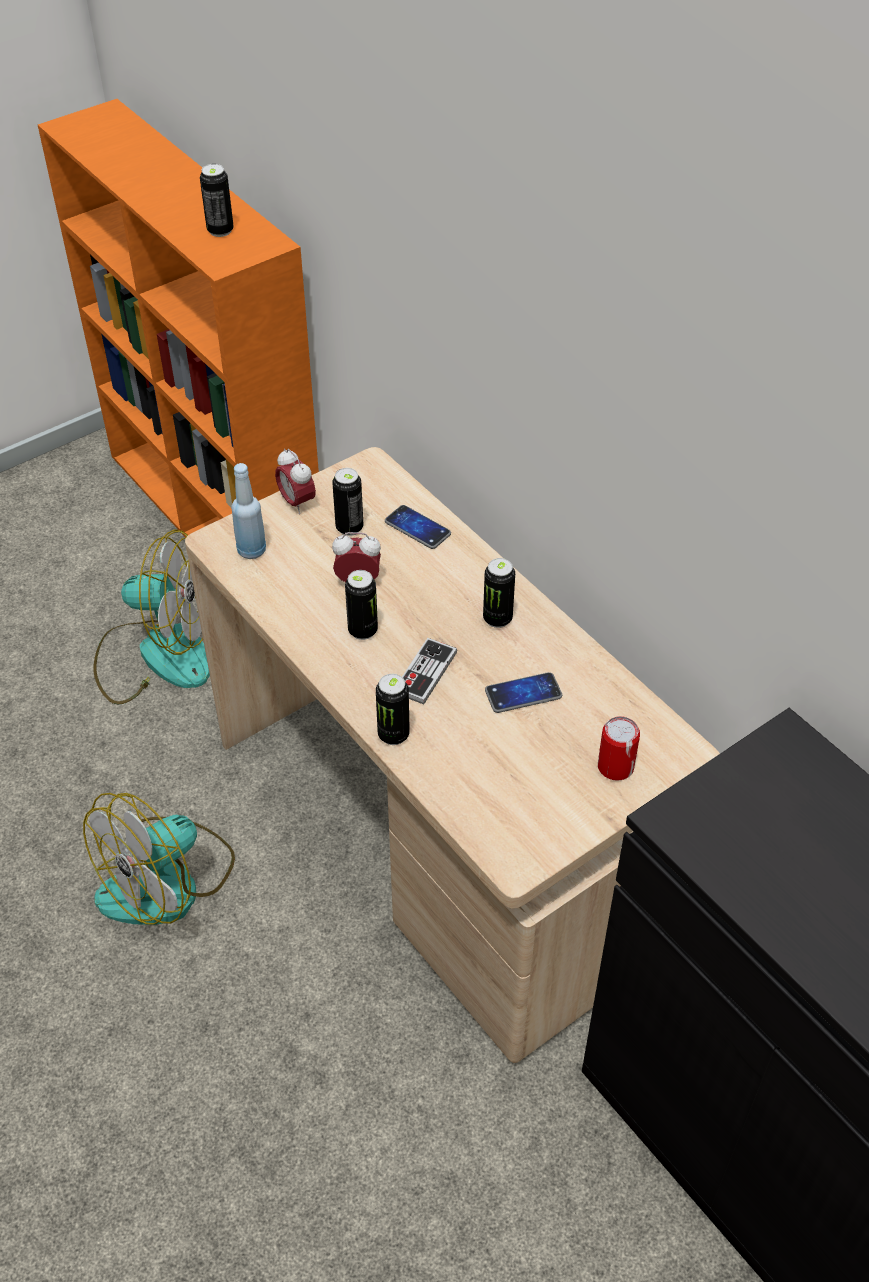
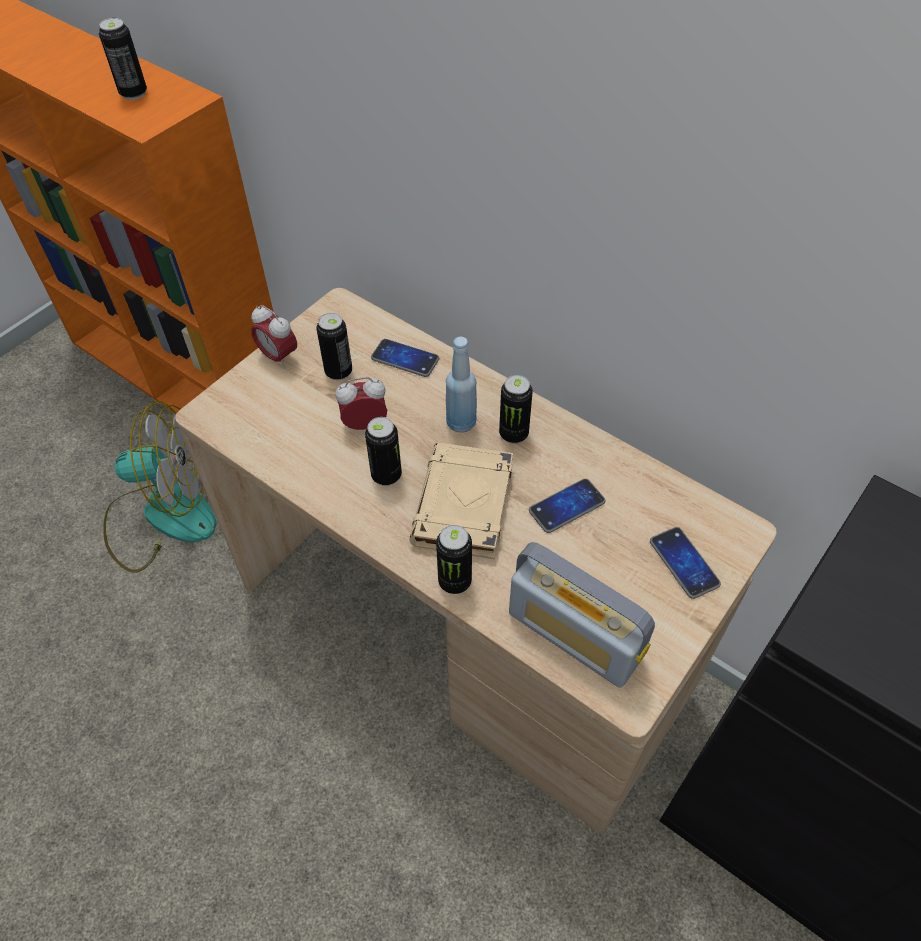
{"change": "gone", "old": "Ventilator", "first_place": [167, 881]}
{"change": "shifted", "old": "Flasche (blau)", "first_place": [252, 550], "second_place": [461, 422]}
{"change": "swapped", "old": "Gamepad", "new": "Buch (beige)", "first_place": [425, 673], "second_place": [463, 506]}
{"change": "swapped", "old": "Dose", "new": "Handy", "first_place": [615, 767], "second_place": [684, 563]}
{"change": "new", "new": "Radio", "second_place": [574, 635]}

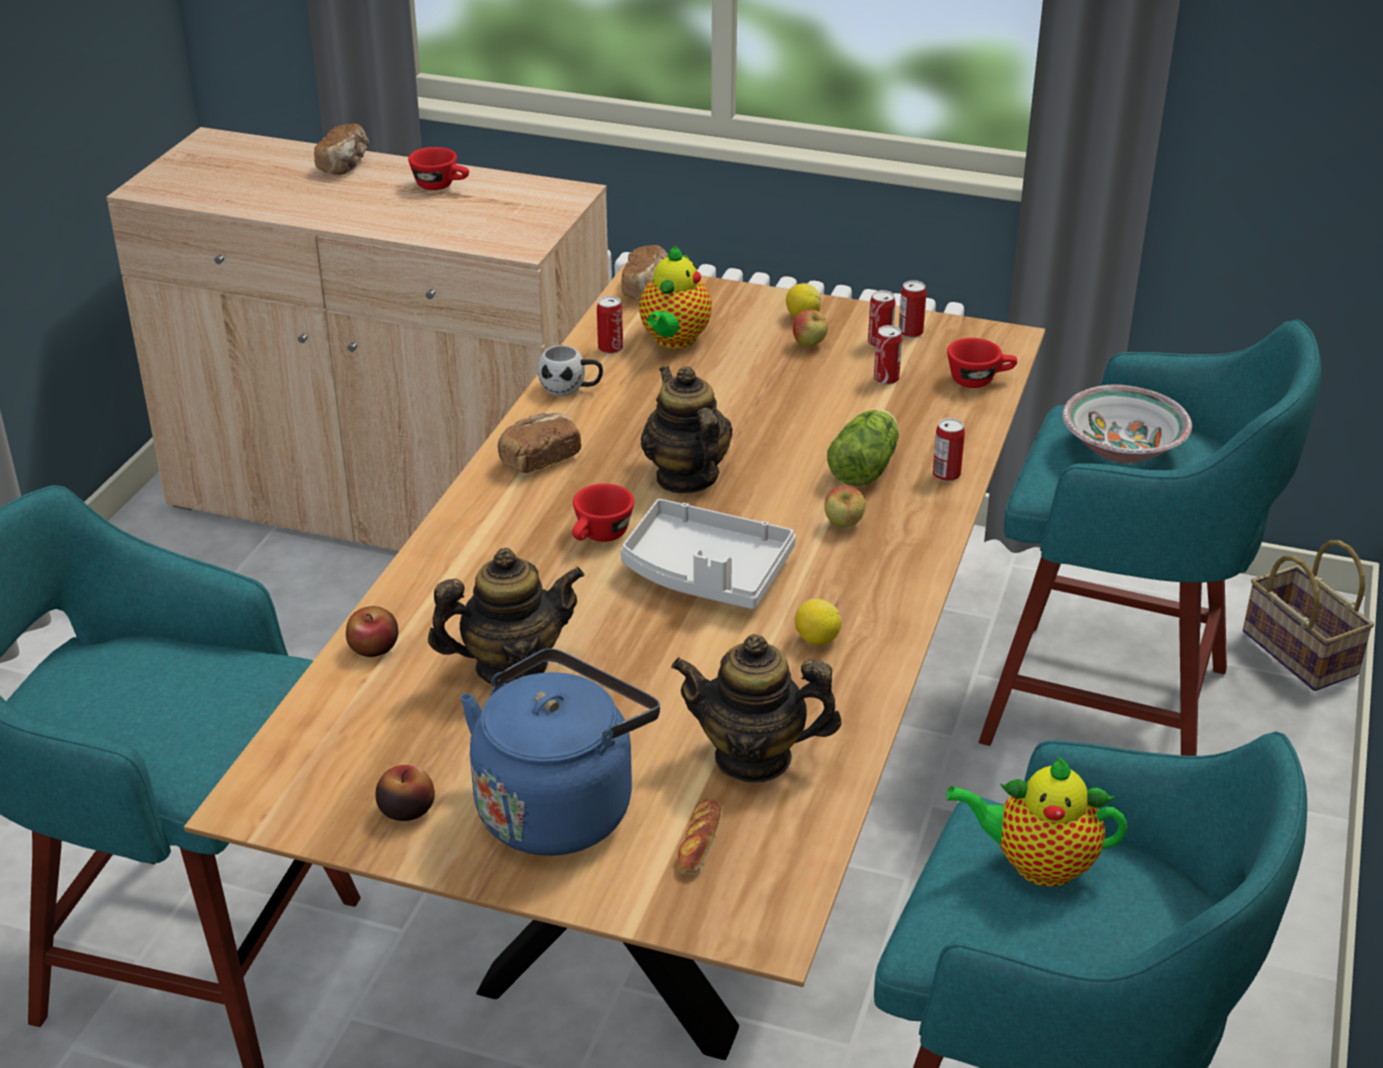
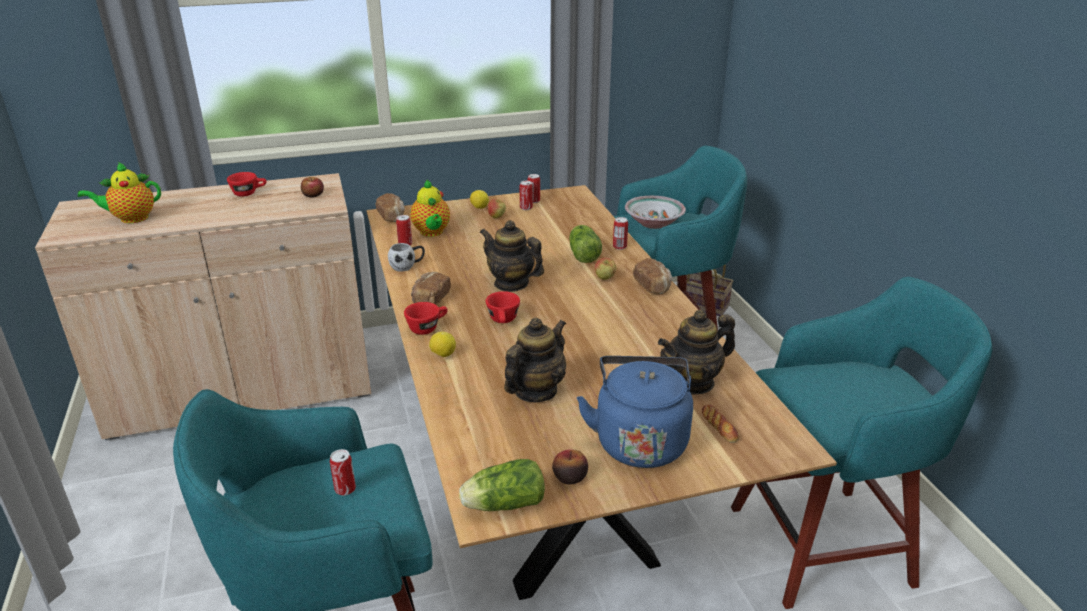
{"change": "shifted", "old": "Brot", "first_place": [345, 164], "second_place": [652, 286]}
{"change": "shifted", "old": "Apfel", "first_place": [374, 647], "second_place": [313, 195]}
{"change": "gone", "old": "Tablett (grau)", "first_place": [705, 573]}
{"change": "shifted", "old": "Zitrone", "first_place": [816, 639], "second_place": [443, 355]}
{"change": "shifted", "old": "Dose", "first_place": [886, 379], "second_place": [345, 489]}
{"change": "shifted", "old": "Teekanne", "first_place": [1037, 864], "second_place": [131, 218]}
{"change": "shifted", "old": "Tasse (rot)", "first_place": [979, 380], "second_place": [427, 327]}
{"change": "new", "new": "Salatkopf", "second_place": [502, 504]}

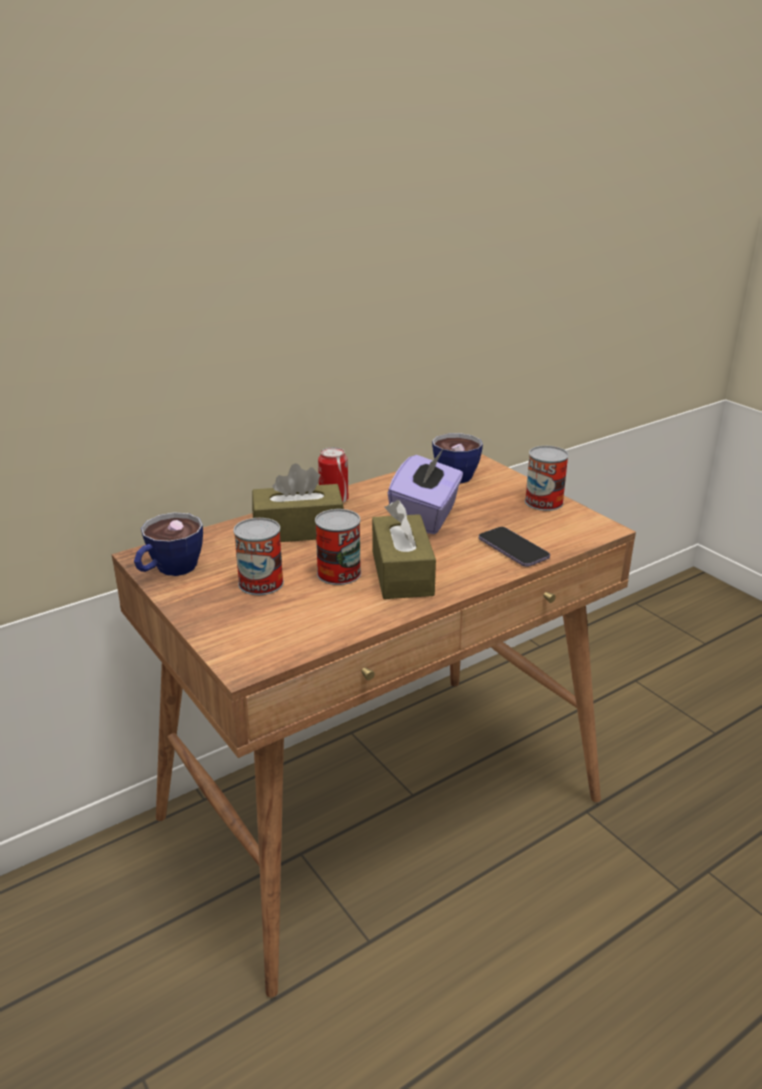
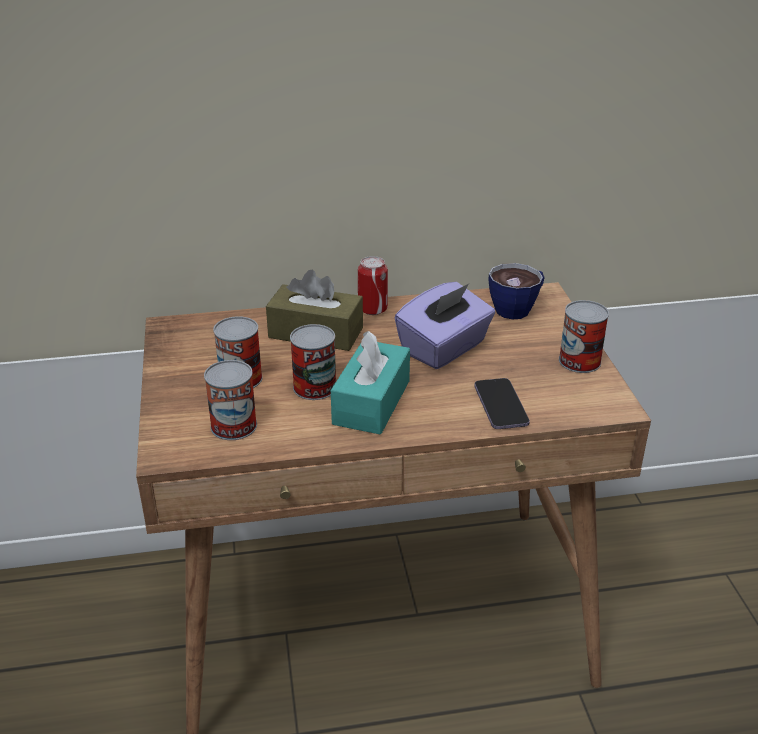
{"change": "gone", "old": "Tasse", "first_place": [169, 570]}
{"change": "repainted", "old": "Taschentuchbox (braun)", "new": "Taschentuchbox (türkis)", "first_place": [402, 573], "second_place": [371, 402]}
{"change": "new", "new": "Dose", "second_place": [234, 426]}

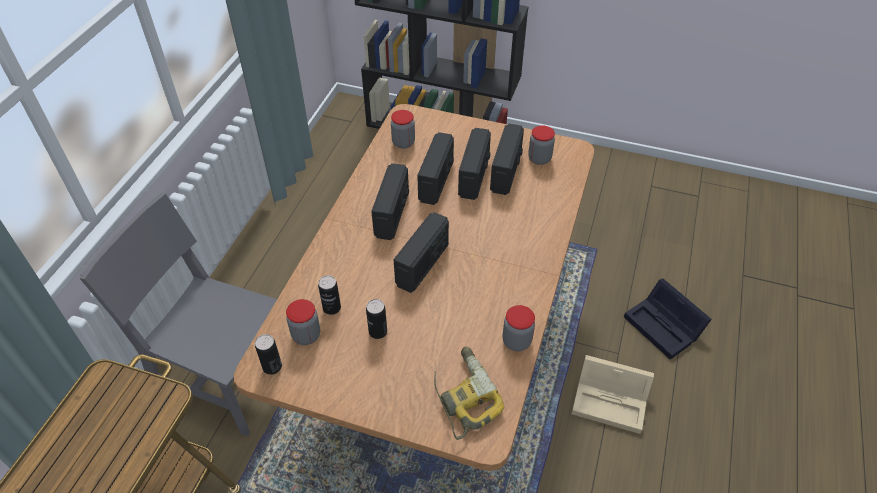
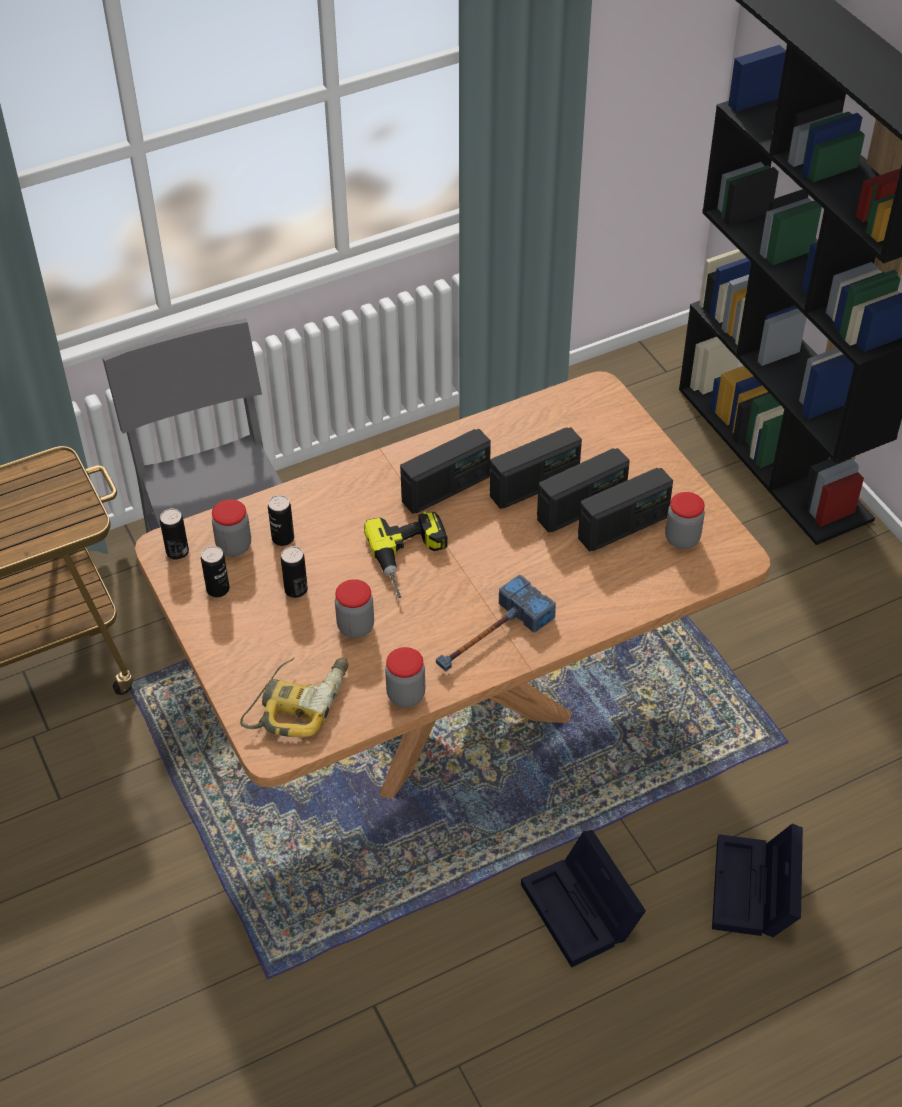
{"change": "shifted", "old": "Vorratsglas", "first_place": [403, 143], "second_place": [355, 627]}
{"change": "swapped", "old": "Radio", "new": "Bohrmaschine", "first_place": [423, 265], "second_place": [412, 560]}
{"change": "repainted", "old": "Aufbewahrungsbox (beige)", "new": "Aufbewahrungsbox (schwarz)", "first_place": [612, 401], "second_place": [583, 911]}
{"change": "new", "new": "Dose", "second_place": [218, 589]}
{"change": "new", "new": "Hammer", "second_place": [490, 637]}

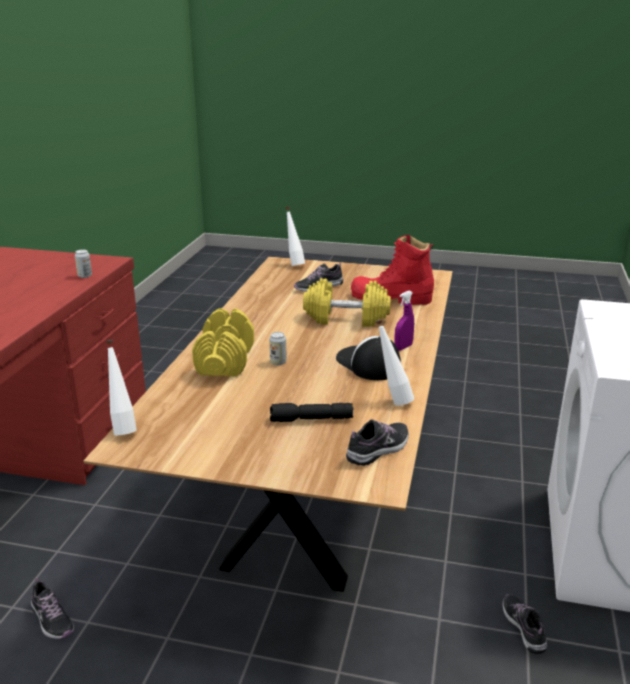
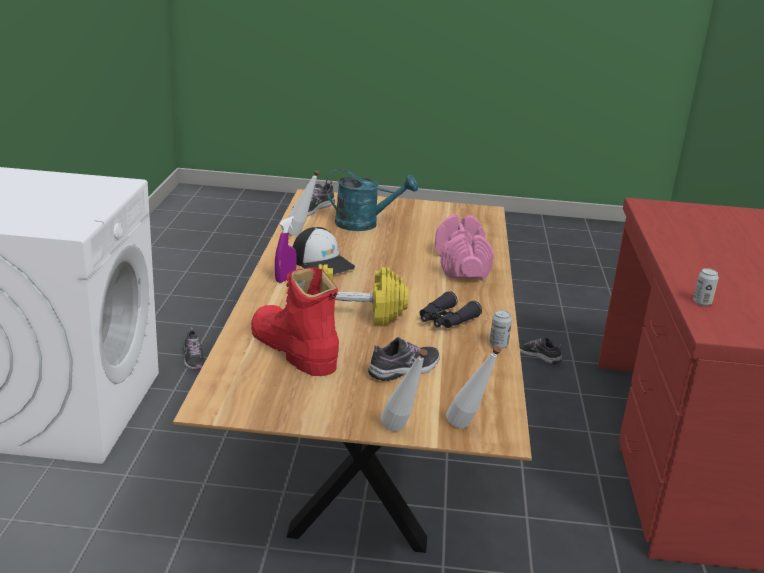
{"change": "shifted", "old": "Flasche (weiß)", "first_place": [123, 429], "second_place": [401, 432]}
{"change": "repainted", "old": "Hantel (gelb)", "new": "Hantel (rosa)", "first_place": [225, 361], "second_place": [461, 265]}
{"change": "shifted", "old": "Dose", "first_place": [278, 362], "second_place": [498, 345]}
{"change": "swapped", "old": "Taschenlampe (schwarz)", "new": "Gießkanne (türkis)", "first_place": [310, 420], "second_place": [364, 224]}
{"change": "rotated", "old": "Stiefel (rot)", "first_place": [391, 298], "second_place": [293, 349], "degrees": -135}
{"change": "new", "new": "Fernglas (schwarz)", "second_place": [445, 320]}

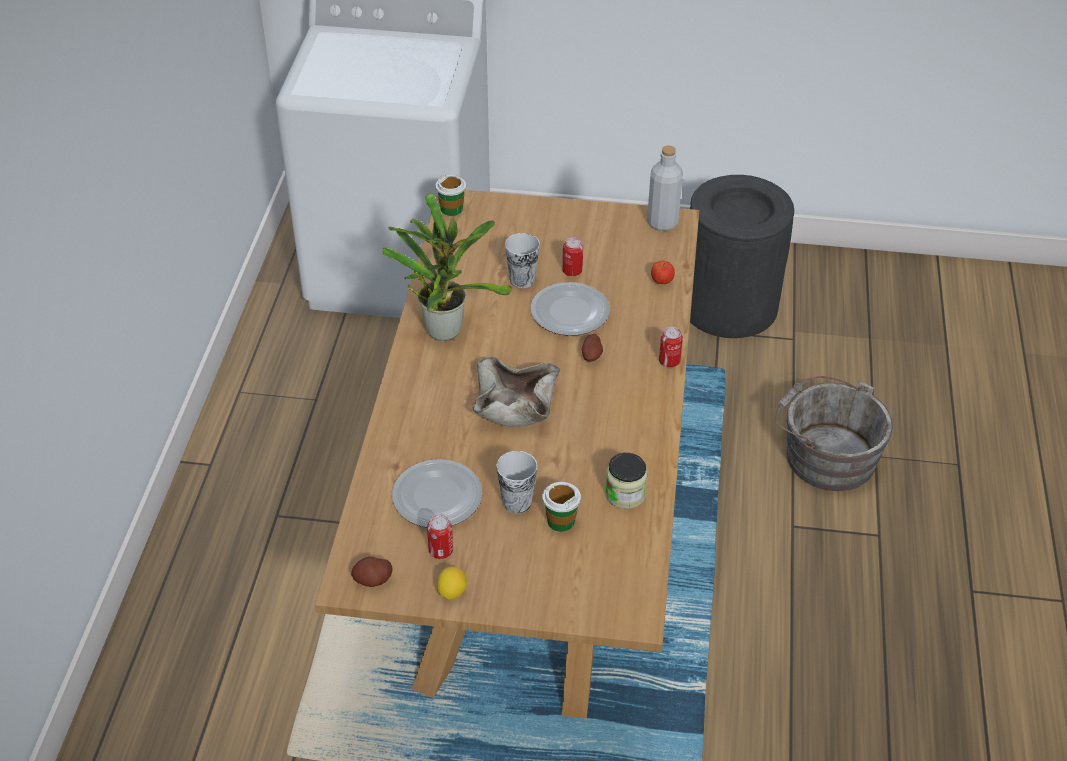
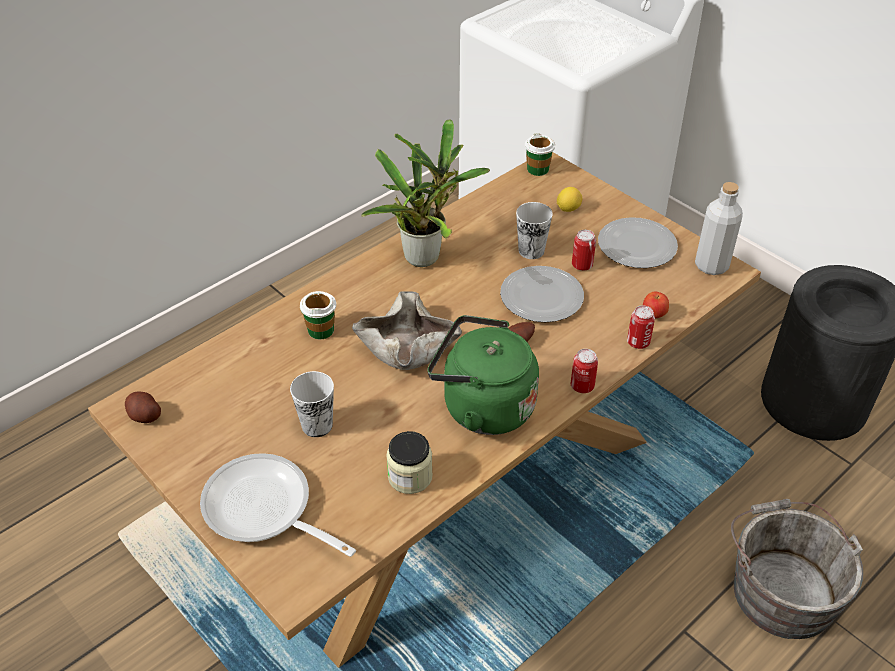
{"change": "shifted", "old": "Teller", "first_place": [438, 496], "second_place": [638, 246]}
{"change": "shifted", "old": "Dose", "first_place": [441, 551], "second_place": [638, 342]}
{"change": "shifted", "old": "Zitrone", "first_place": [452, 592], "second_place": [568, 209]}
{"change": "shifted", "old": "Tasse", "first_place": [560, 521], "second_place": [321, 330]}
{"change": "new", "new": "Pfanne", "second_place": [264, 510]}
{"change": "new", "new": "Wasserkessel (grün)", "second_place": [482, 407]}

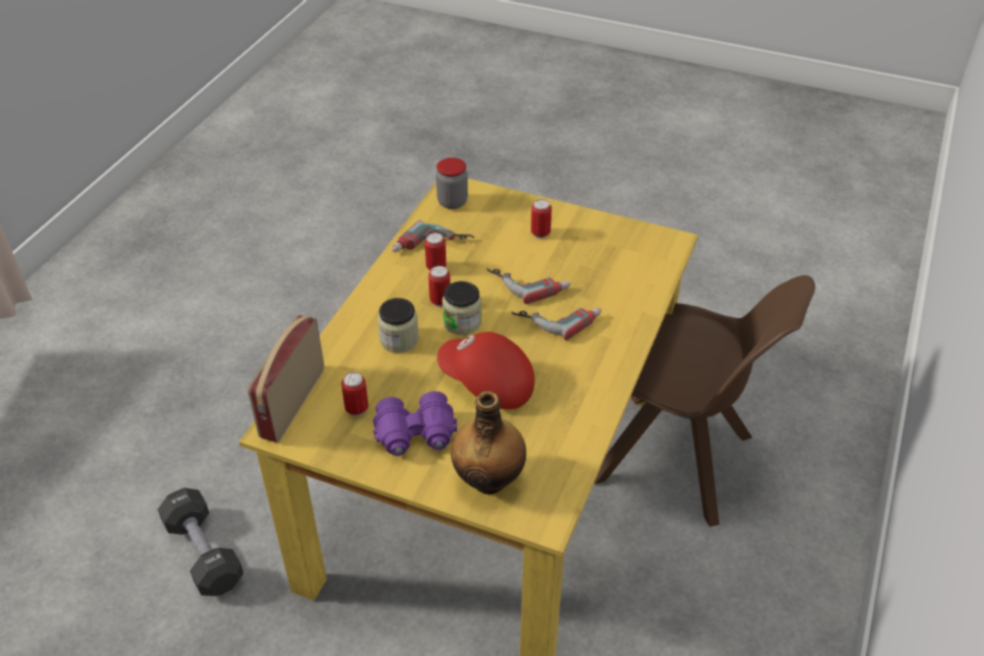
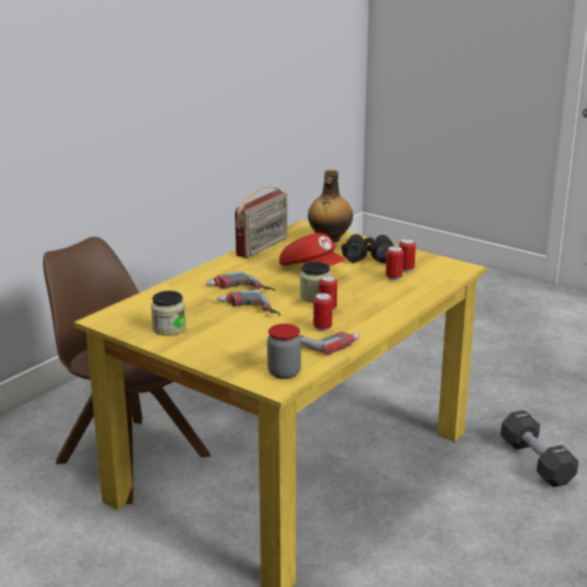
{"change": "shifted", "old": "Radio", "first_place": [291, 402], "second_place": [263, 247]}
{"change": "repainted", "old": "Fernglas (lila)", "new": "Fernglas (schwarz)", "first_place": [416, 436], "second_place": [368, 257]}
{"change": "shifted", "old": "Vorratsglas", "first_place": [399, 340], "second_place": [169, 328]}
{"change": "shifted", "old": "Dose", "first_place": [540, 233], "second_place": [393, 278]}

